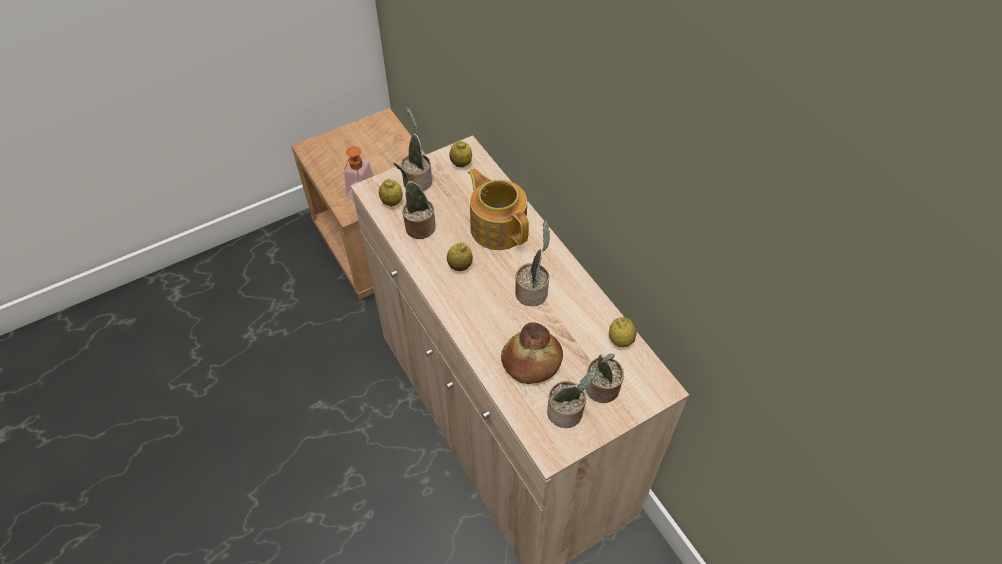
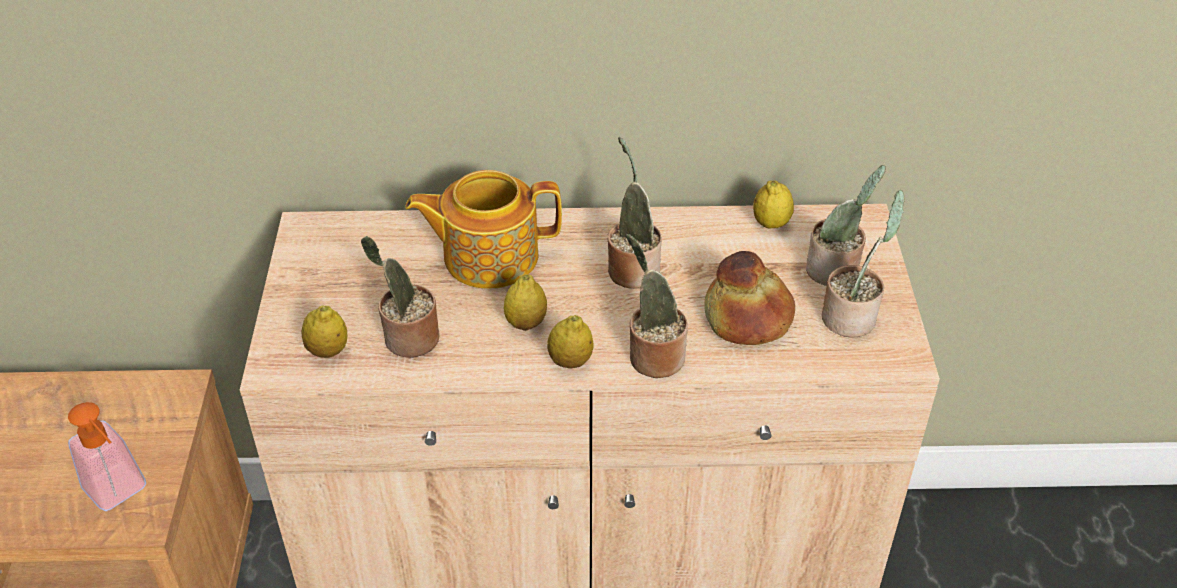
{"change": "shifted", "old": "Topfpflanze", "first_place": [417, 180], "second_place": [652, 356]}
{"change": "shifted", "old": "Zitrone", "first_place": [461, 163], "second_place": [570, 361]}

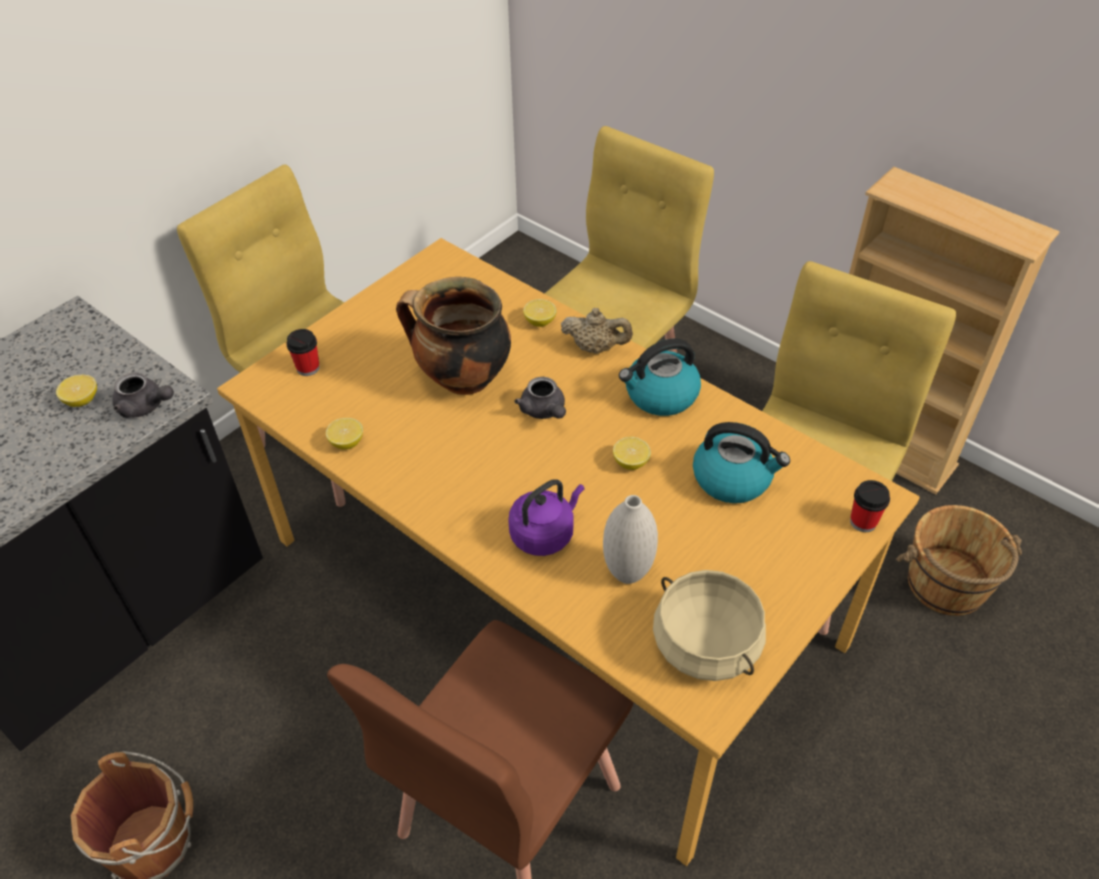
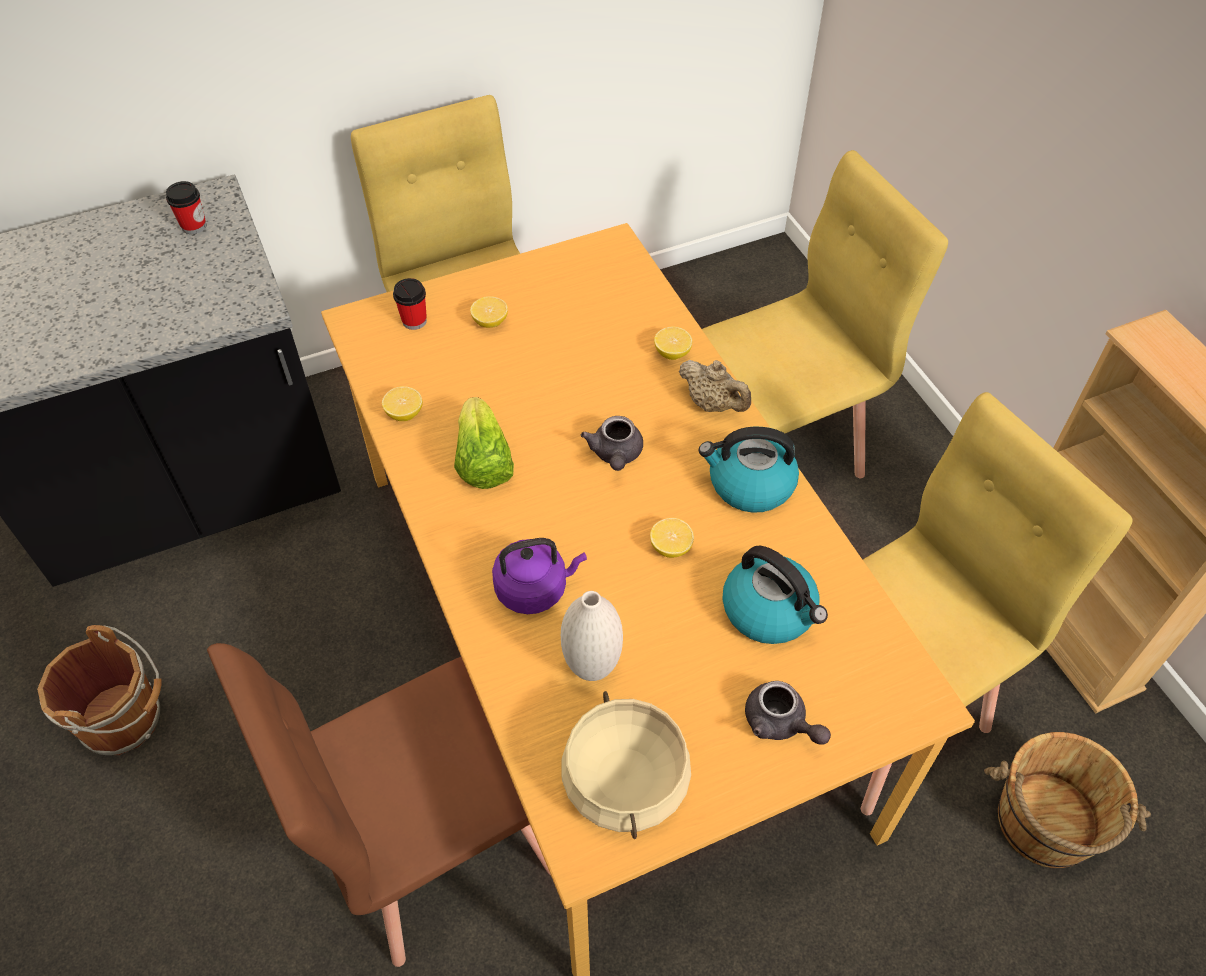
{"change": "shifted", "old": "Zitrone", "first_place": [82, 400], "second_place": [490, 322]}
{"change": "shifted", "old": "Teekanne (grau)", "first_place": [145, 407], "second_place": [780, 724]}
{"change": "gone", "old": "Kochtopf", "first_place": [462, 380]}
{"change": "shifted", "old": "Tasse", "first_place": [863, 522], "second_place": [194, 226]}
{"change": "new", "new": "Salatkopf", "second_place": [483, 462]}

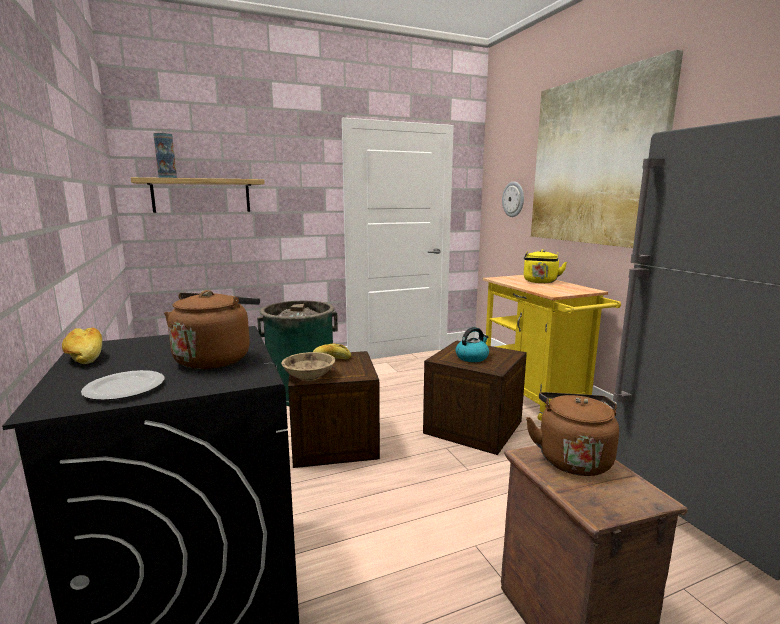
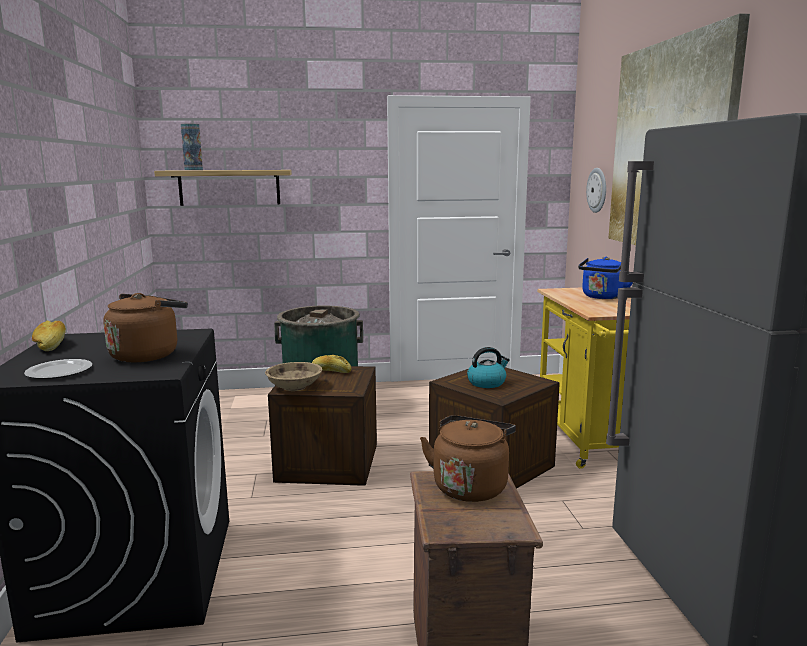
{"change": "repainted", "old": "Wasserkessel (gelb)", "new": "Wasserkessel (blau)", "first_place": [540, 282], "second_place": [602, 297]}

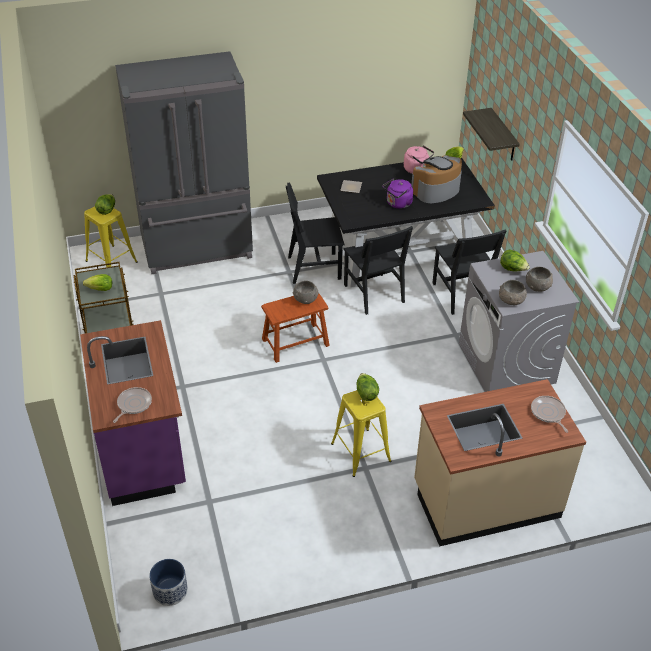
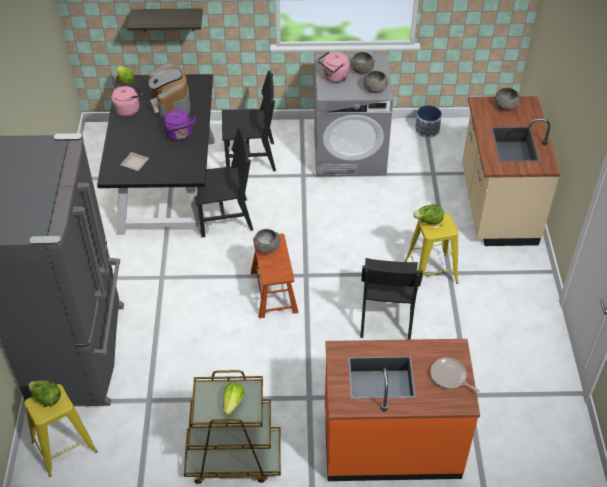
{"change": "repainted", "old": "Küchenzeile (lila)", "new": "Küchenzeile (orange)", "first_place": [143, 449], "second_place": [391, 443]}
{"change": "shifted", "old": "Pflanzkübel", "first_place": [170, 591], "second_place": [427, 130]}
{"change": "shifted", "old": "Stuhl (schwarz)", "first_place": [314, 268], "second_place": [386, 317]}
{"change": "swapped", "old": "Salatkopf", "new": "Wasserkessel (rosa)", "first_place": [512, 269], "second_place": [334, 77]}
{"change": "swapped", "old": "Pfanne", "new": "Schüssel (grau)", "first_place": [548, 413], "second_place": [506, 106]}

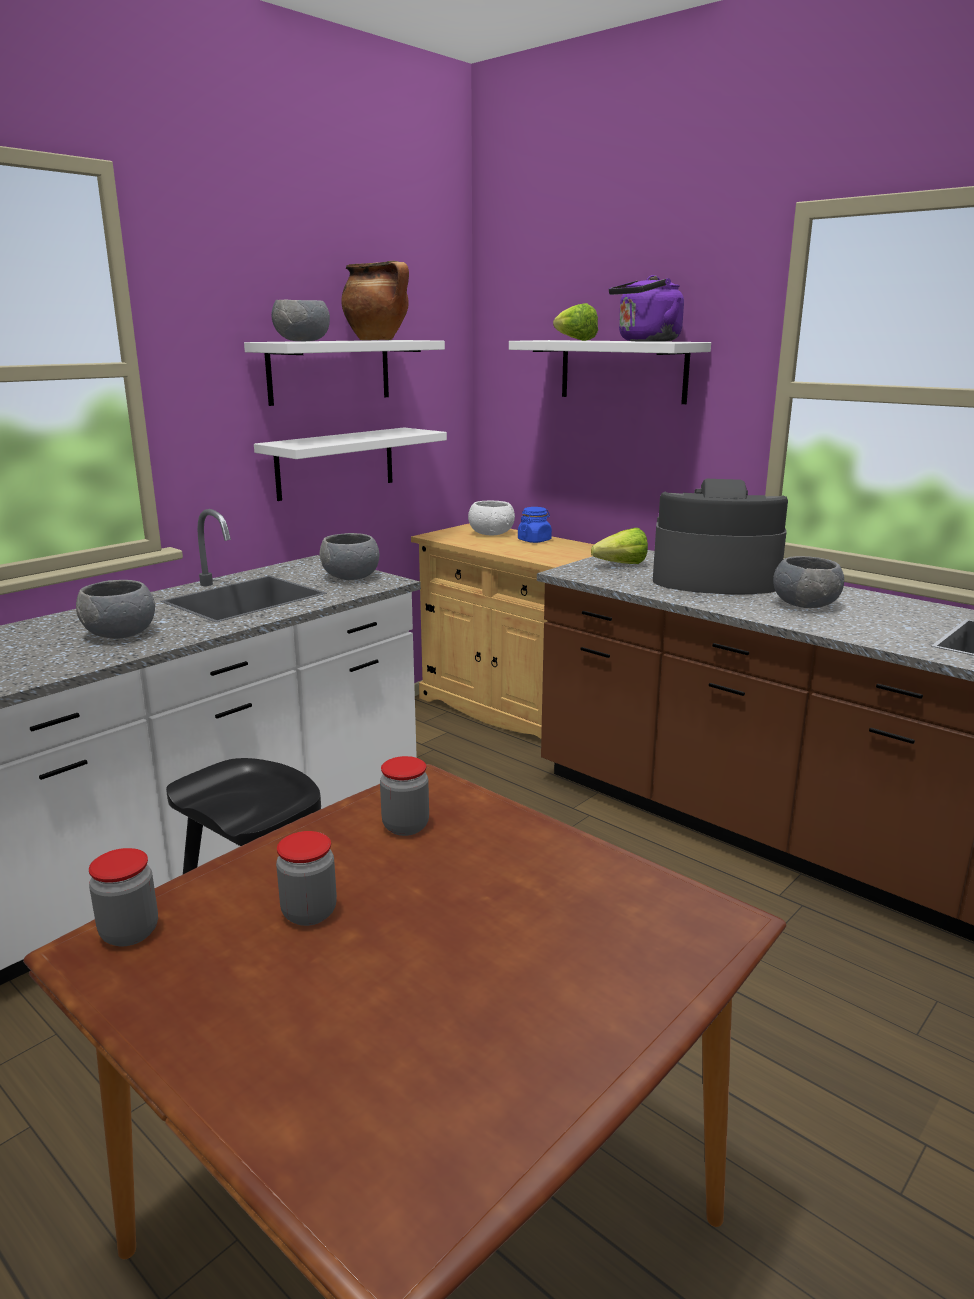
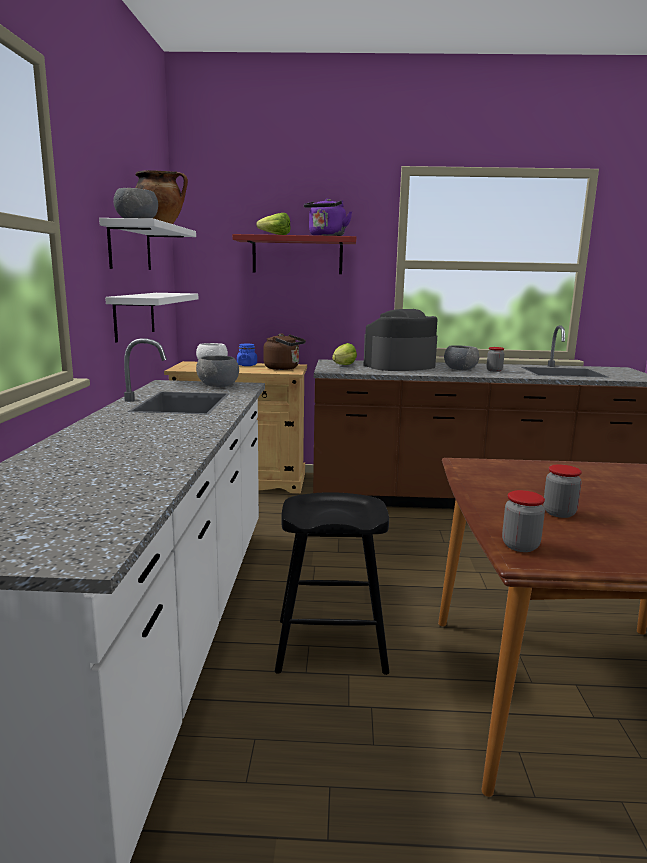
{"change": "gone", "old": "Schüssel (grau)", "first_place": [120, 634]}
{"change": "shifted", "old": "Vorratsglas", "first_place": [405, 826], "second_place": [494, 370]}
{"change": "repainted", "old": "Wandregal (weiß)", "new": "Wandregal (rot)", "first_place": [623, 370], "second_place": [297, 255]}
{"change": "new", "new": "Wasserkessel (braun)", "second_place": [284, 368]}

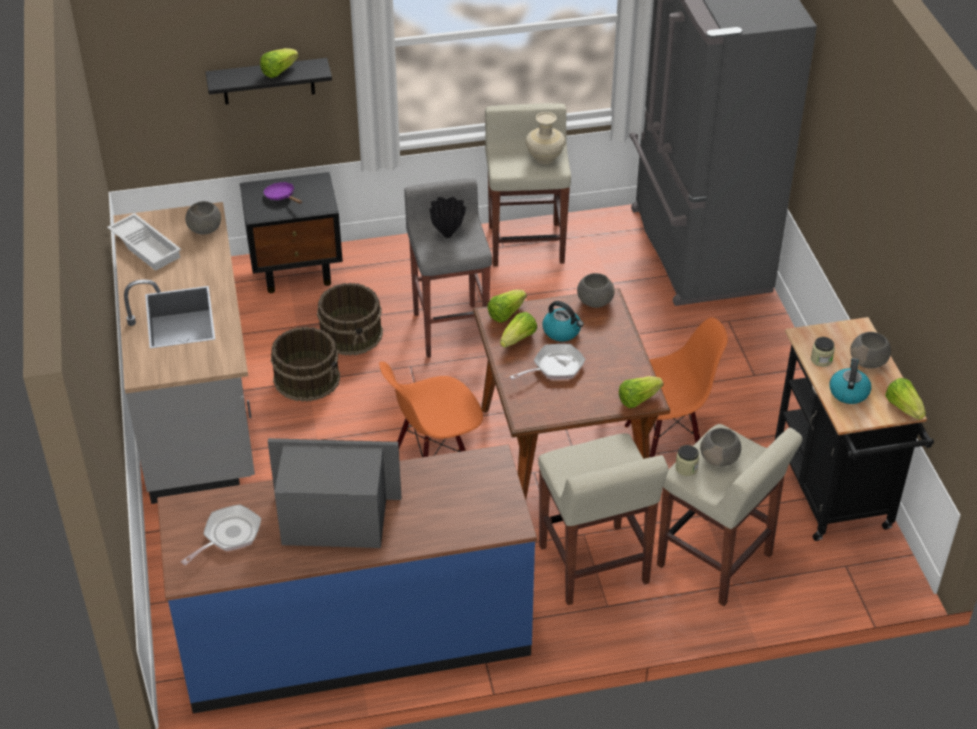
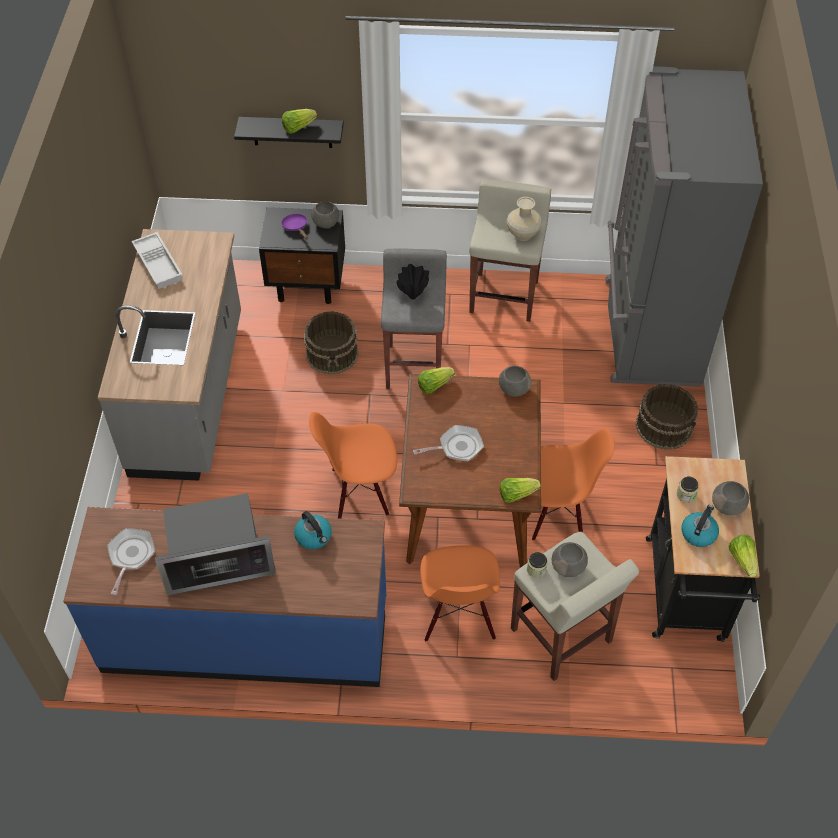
{"change": "rotated", "old": "Pfanne", "first_place": [229, 535], "second_place": [130, 556], "degrees": -45}
{"change": "shifted", "old": "Schüssel (grau)", "first_place": [205, 229], "second_place": [326, 223]}
{"change": "rotated", "old": "Mikrowelle", "first_place": [334, 519], "second_place": [218, 560], "degrees": 150}
{"change": "shifted", "old": "Eimer (braun)", "first_place": [307, 378], "second_place": [664, 426]}
{"change": "gone", "old": "Salatkopf", "first_place": [518, 339]}
{"change": "swapped", "old": "Hocker (beige)", "new": "Stuhl (orange)", "first_place": [594, 566], "second_place": [458, 616]}
{"change": "shifted", "old": "Wasserkessel", "first_place": [562, 331], "second_place": [314, 536]}

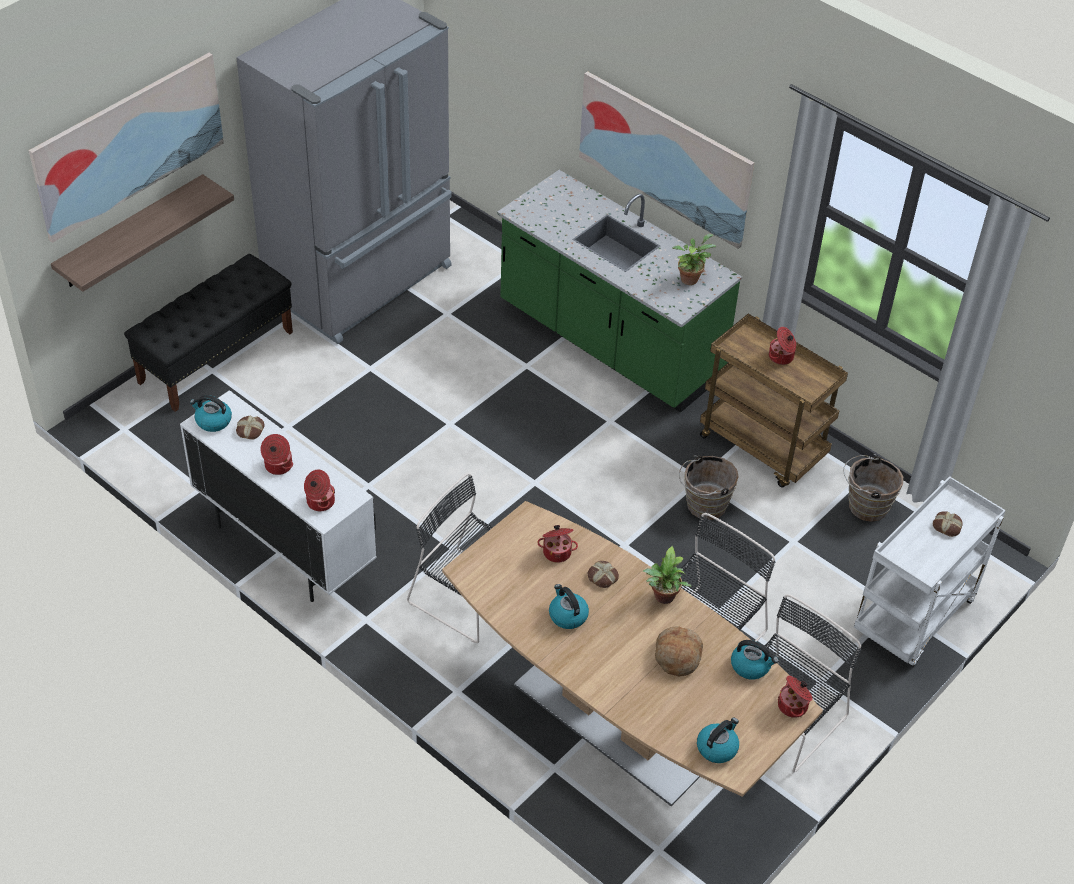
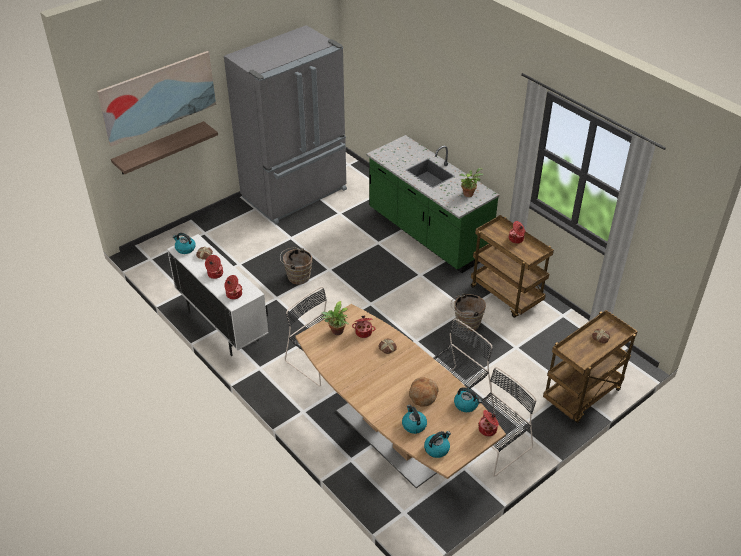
{"change": "gone", "old": "Bank (schwarz)", "first_place": [216, 357]}
{"change": "shifted", "old": "Wasserkessel", "first_place": [567, 615], "second_place": [413, 425]}
{"change": "gone", "old": "Bild", "first_place": [664, 158]}
{"change": "shifted", "old": "Topfpflanze", "first_place": [663, 598], "second_place": [336, 332]}
{"change": "shifted", "old": "Eimer (braun)", "first_place": [864, 505], "second_place": [297, 276]}
{"change": "repainted", "old": "Rollwagen (weiß)", "new": "Rollwagen (braun)", "first_place": [914, 619], "second_place": [582, 396]}

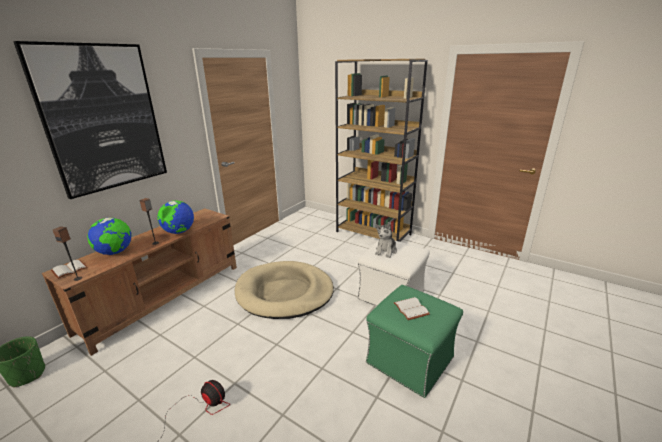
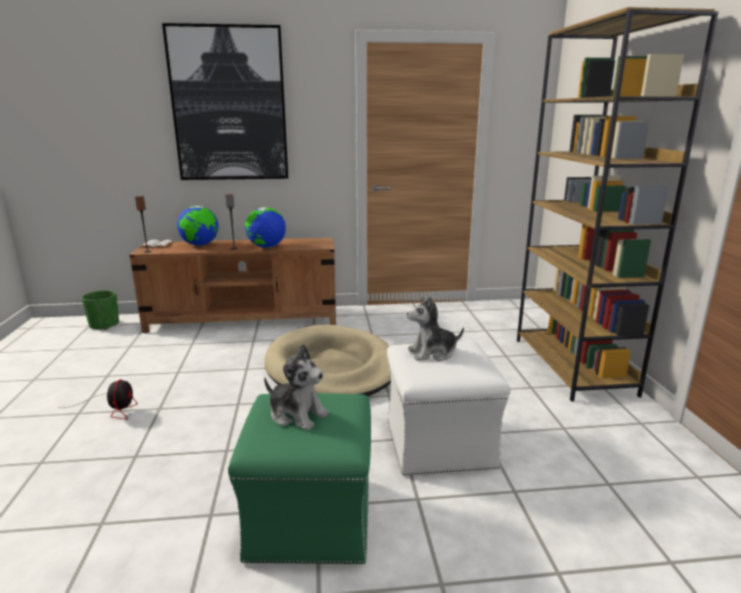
{"change": "swapped", "old": "Buch (weiß)", "new": "Plüschtier", "first_place": [410, 309], "second_place": [297, 414]}

